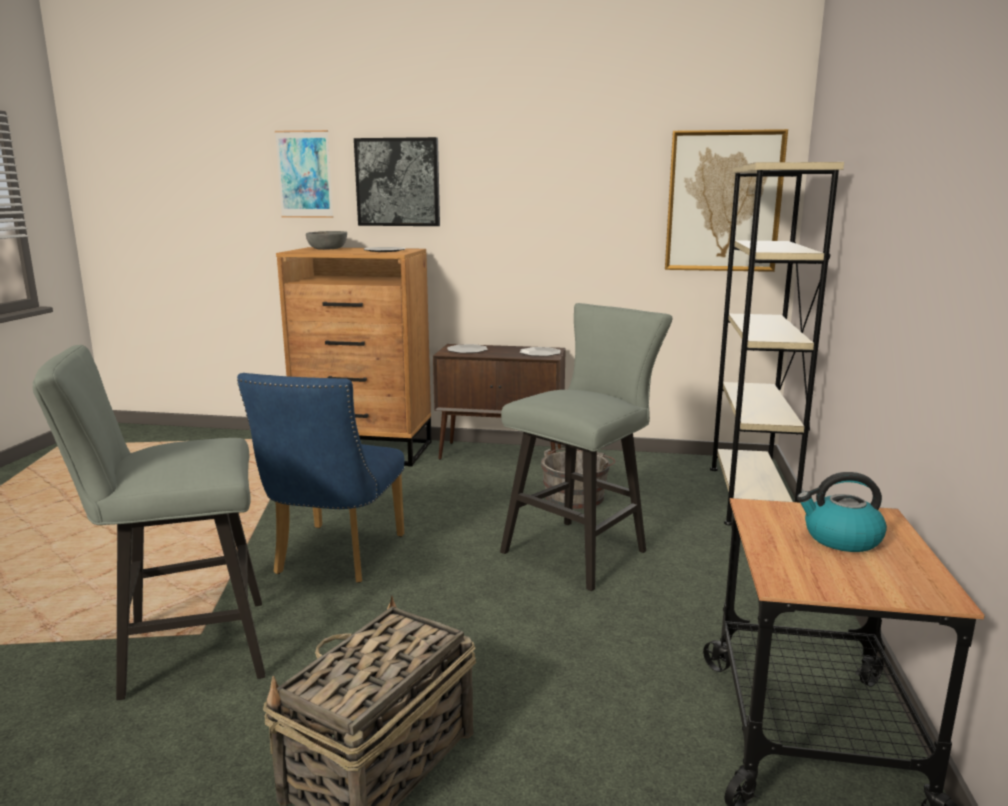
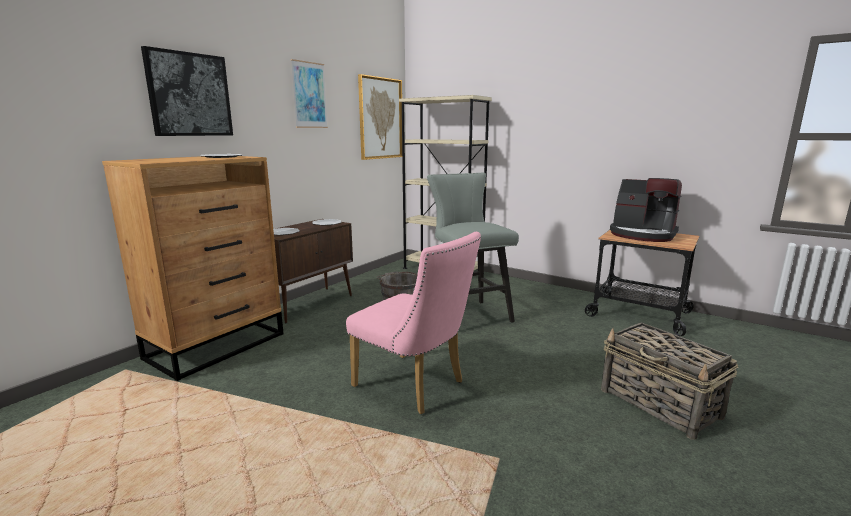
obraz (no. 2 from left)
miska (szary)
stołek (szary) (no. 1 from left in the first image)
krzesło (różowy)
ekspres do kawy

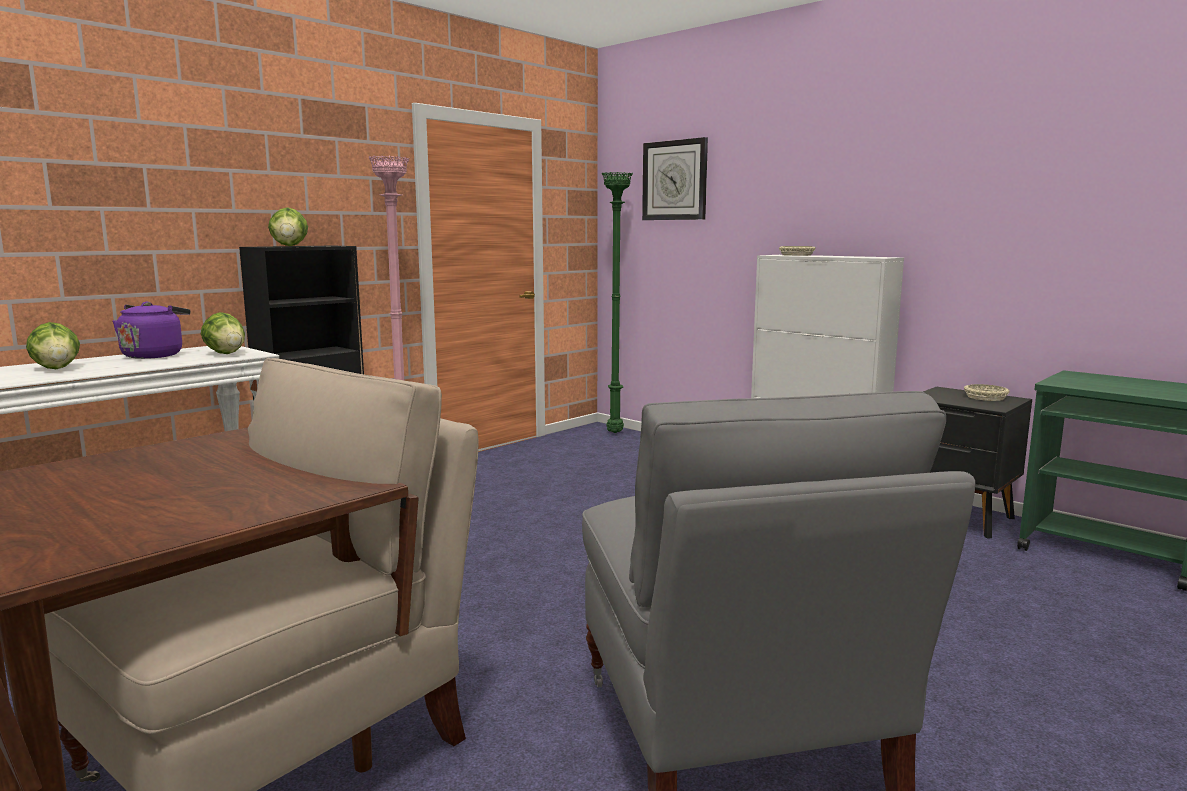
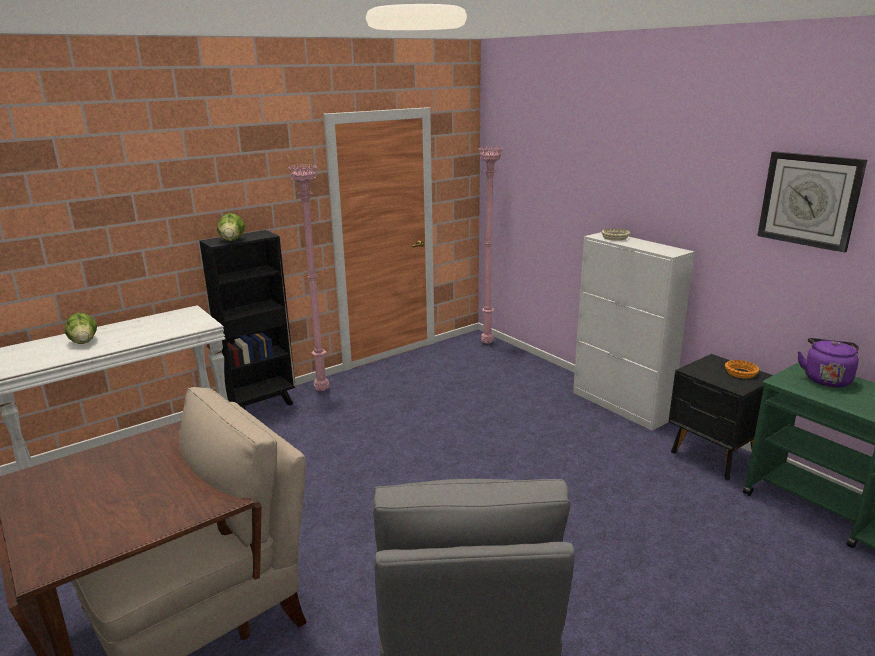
zegar ścienny
lampa stojąca (różowy) (no. 2 from left)
czajnik (fioletowy)
sałata (no. 2 from left in the first image)
miska (pomarańczowy)

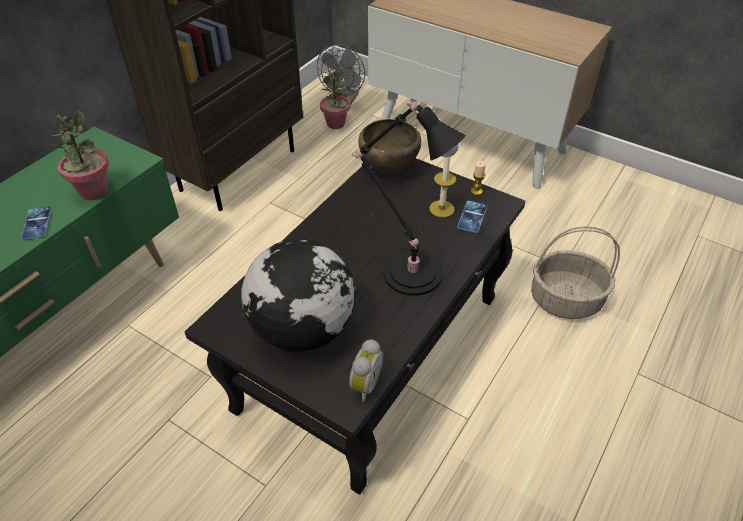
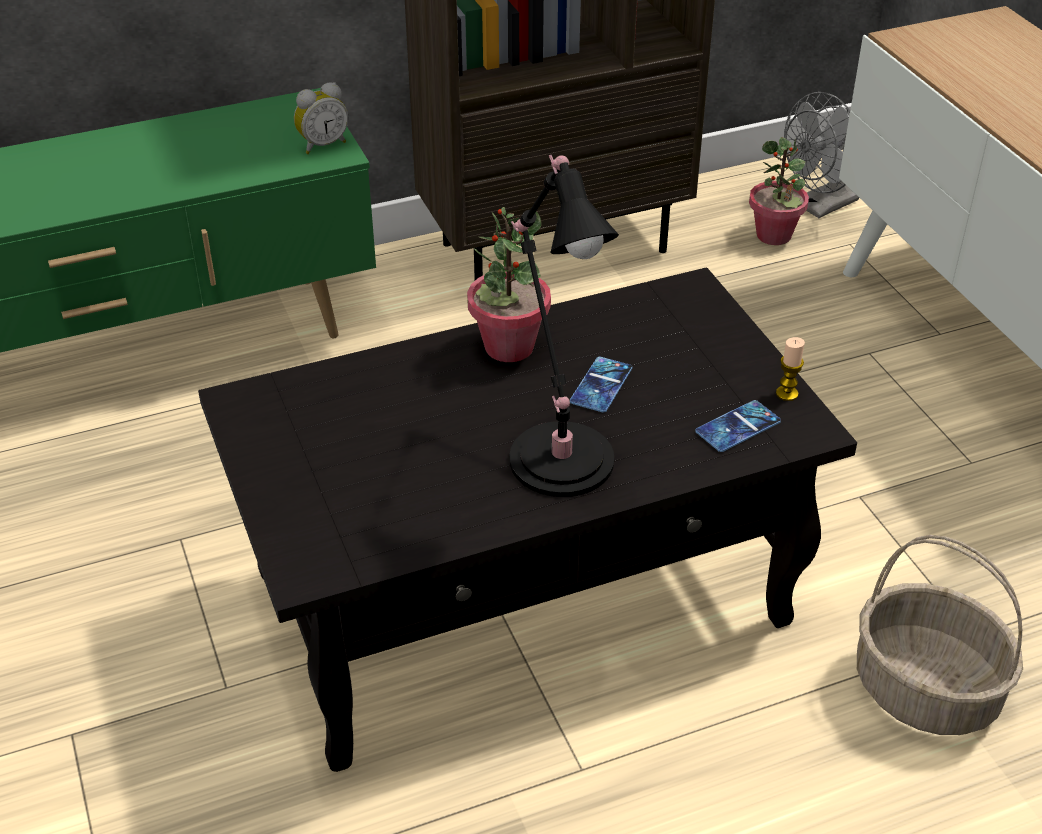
roślina doniczkowa (no. 1 from left)
miska (brązowy)
świeca (no. 1 from left in the first image)
telefon (no. 1 from left)
globus
budzik

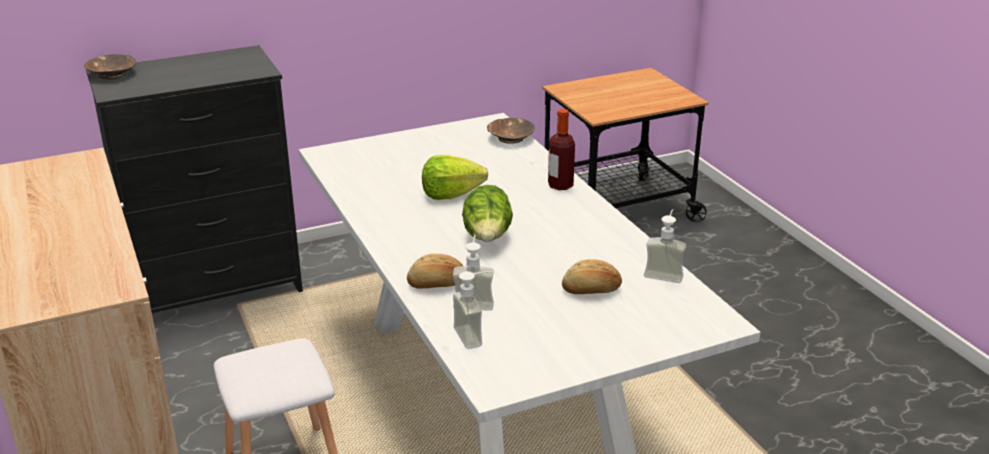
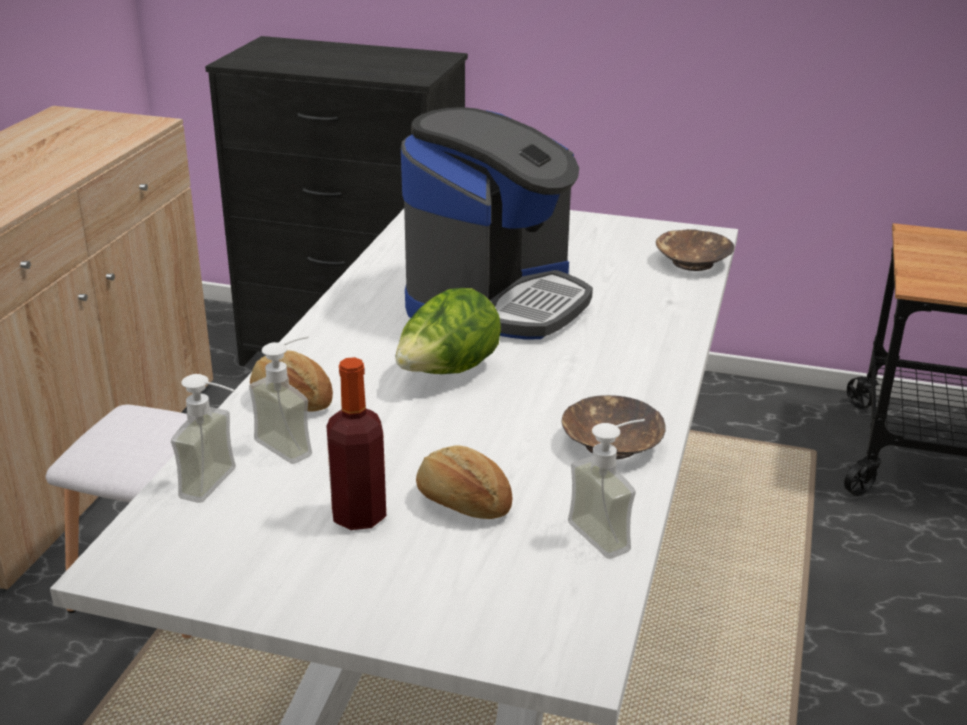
miska (brązowy) (no. 1 from left)
butelka
ekspres do kawy

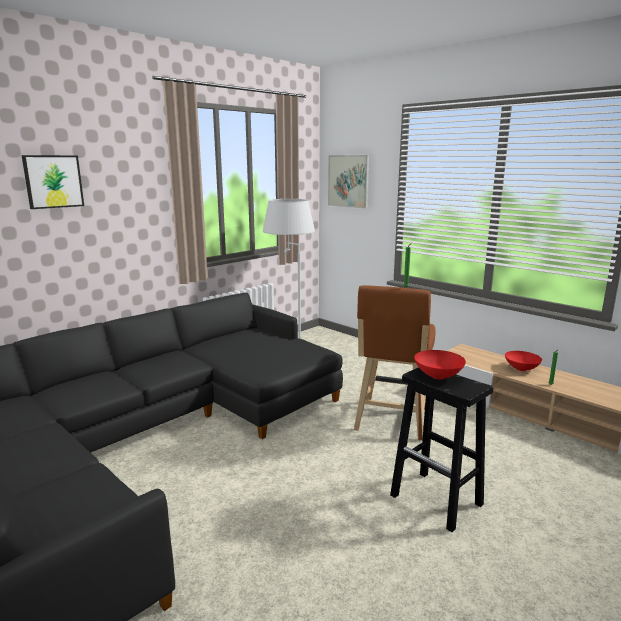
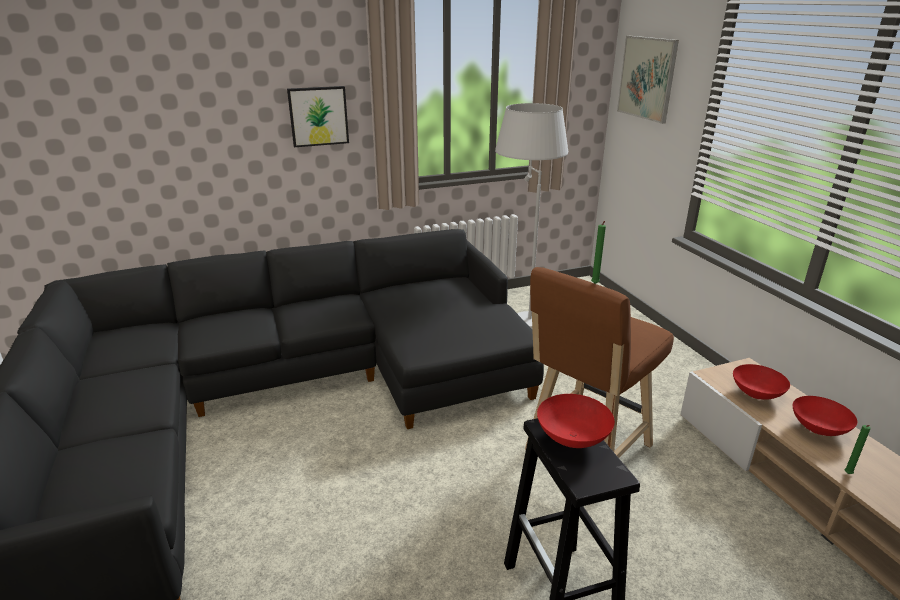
obraz (no. 1 from left)
miska (czerwony) (no. 2 from left)

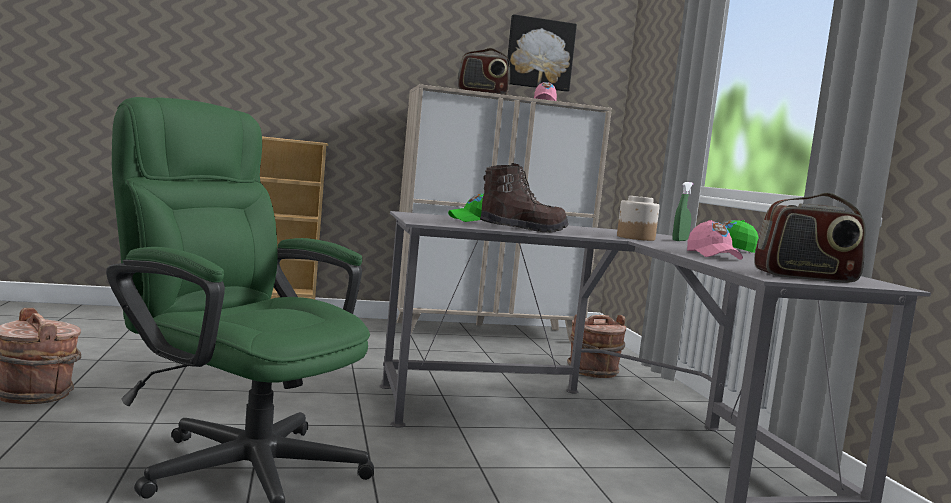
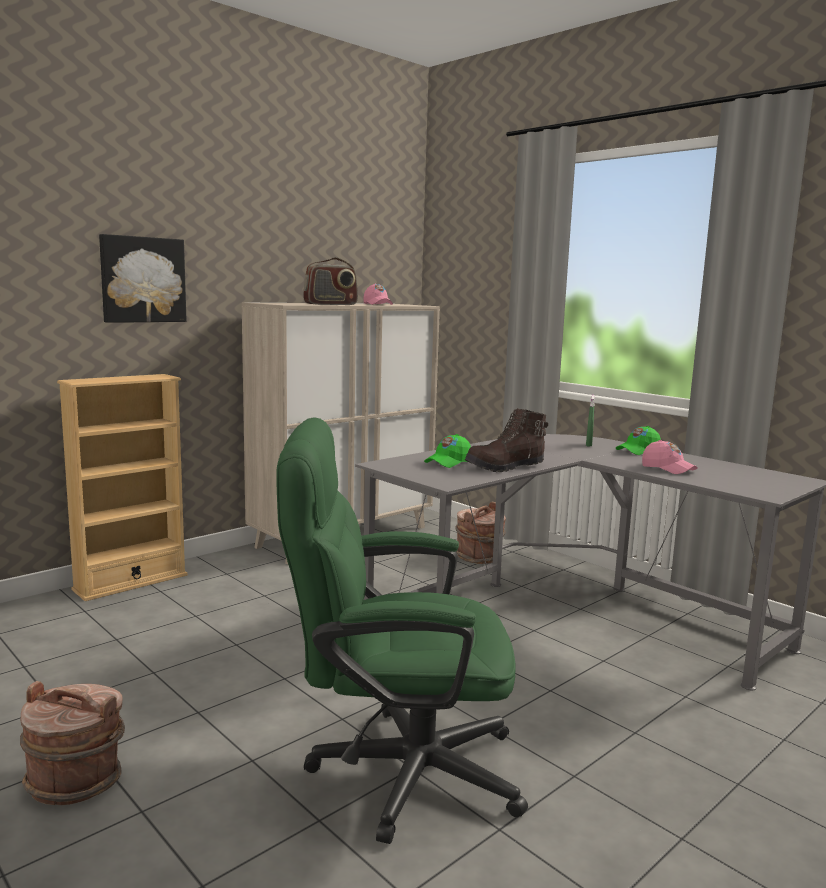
obraz
but z cholewką (brązowy)
radio (no. 2 from left in the first image)
słoik

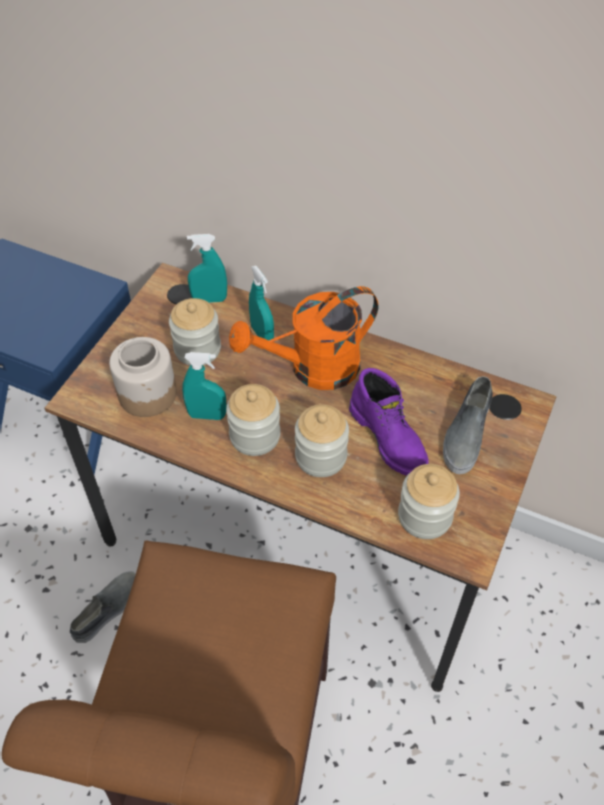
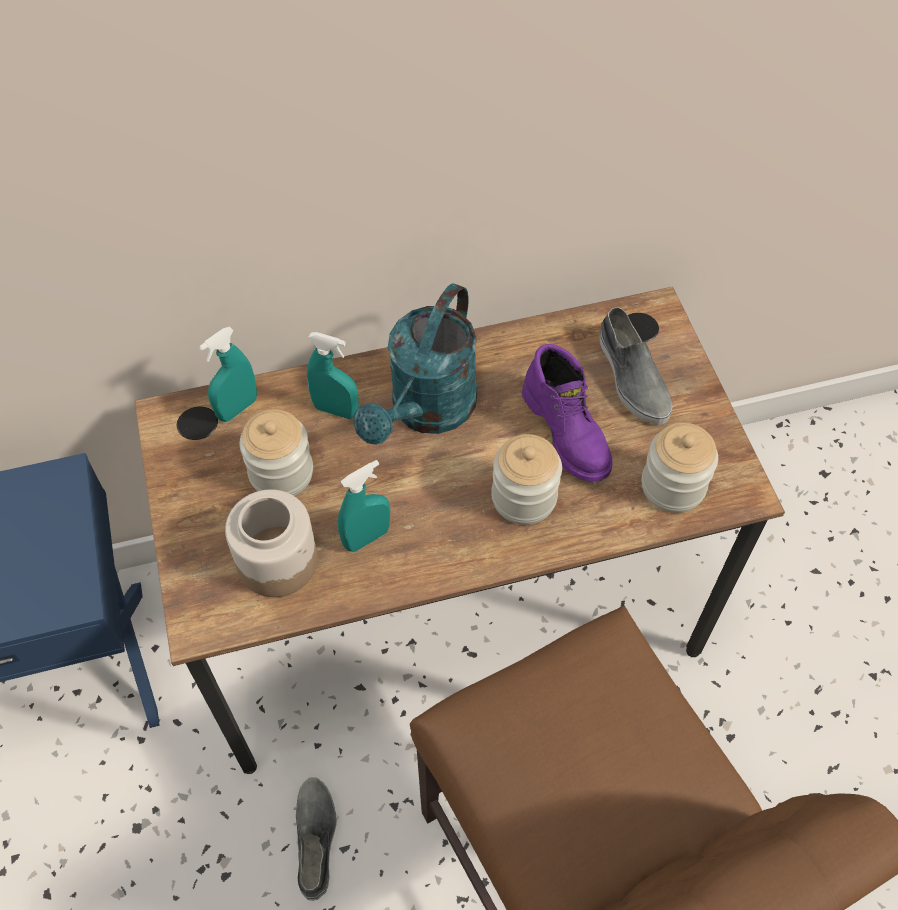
konewka (turkusowy)
but z cholewką (fioletowy)
słoik (no. 3 from left in the first image)

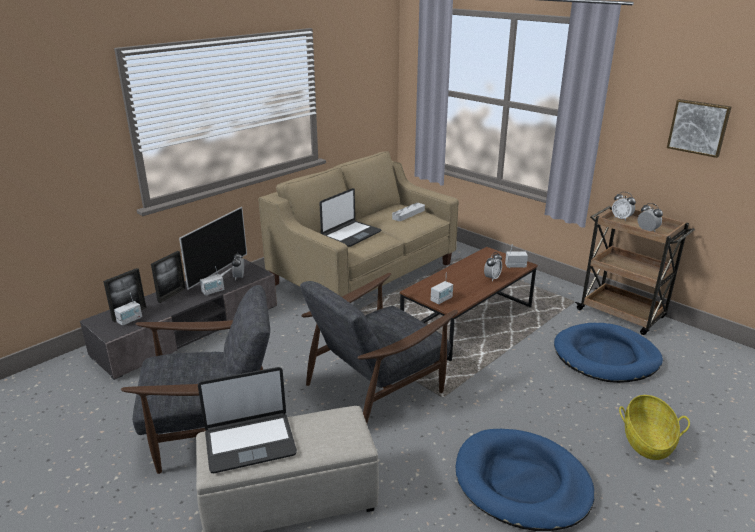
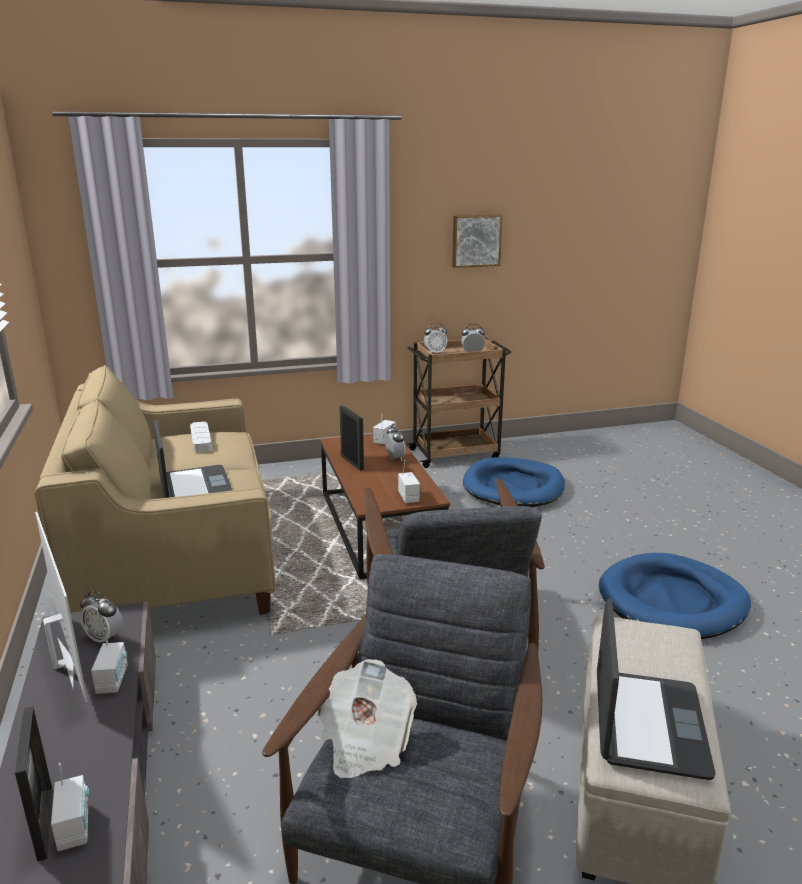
ramka na zdjęcie (no. 2 from left)
koszyk
gazeta

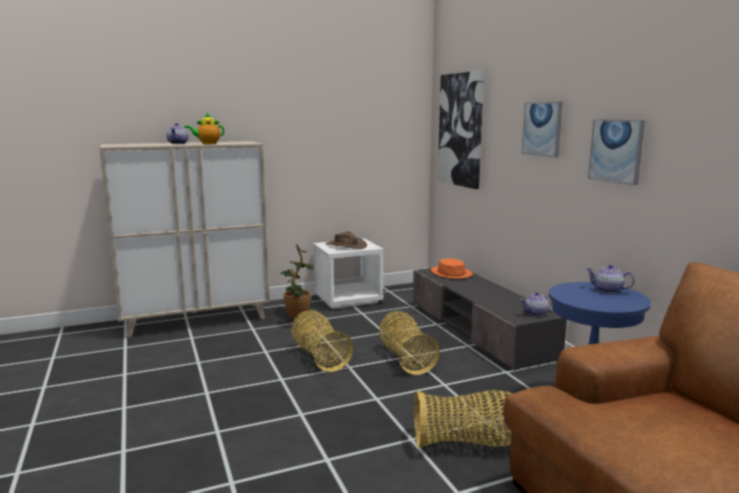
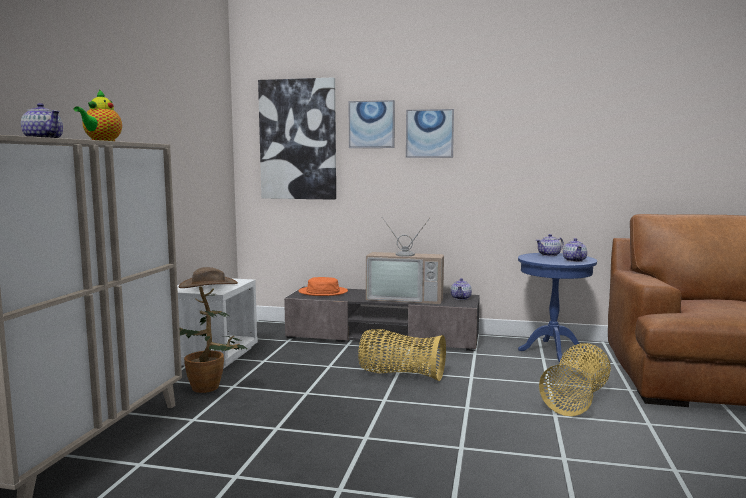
obraz (no. 2 from left)
koszyk (no. 1 from left in the first image)
telewizor
imbryk (no. 5 from left)

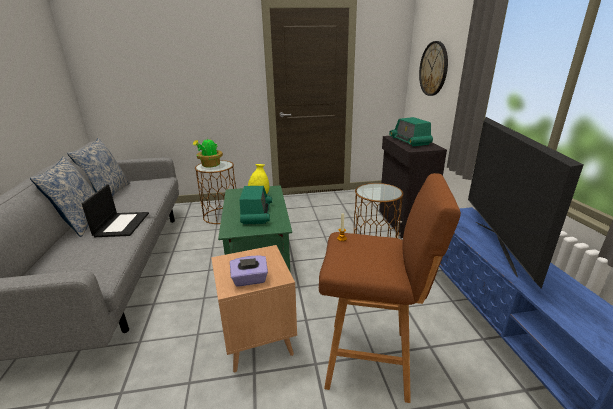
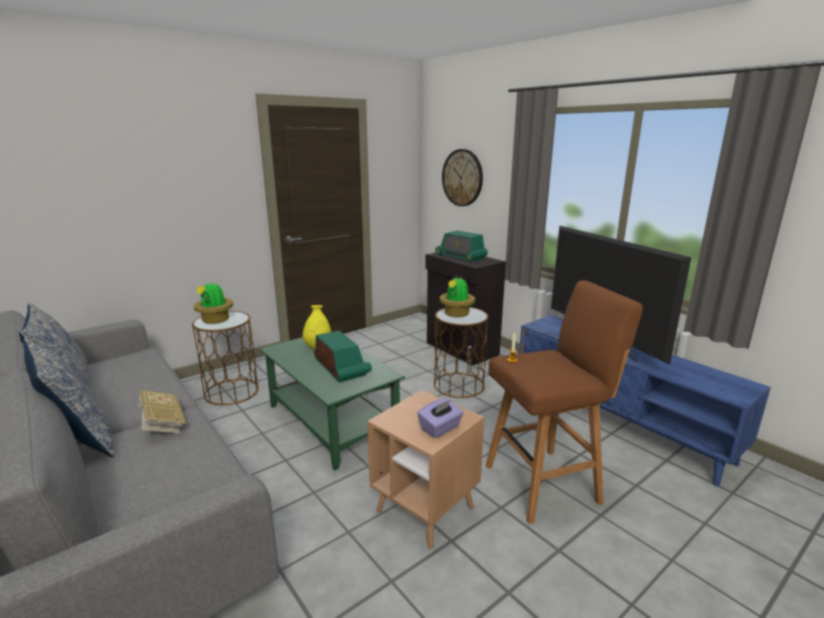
książka
roślina doniczkowa (no. 2 from left)

